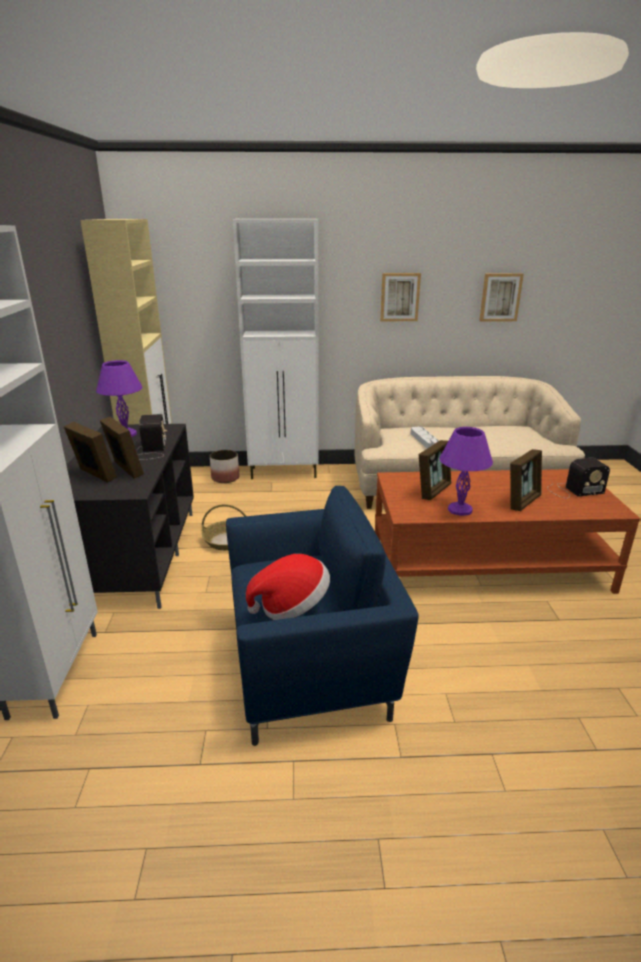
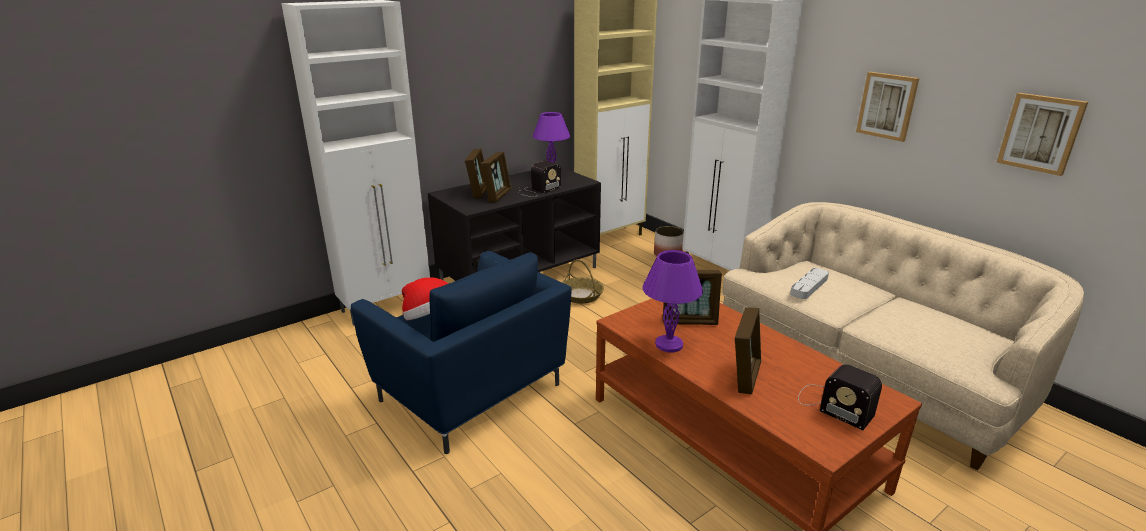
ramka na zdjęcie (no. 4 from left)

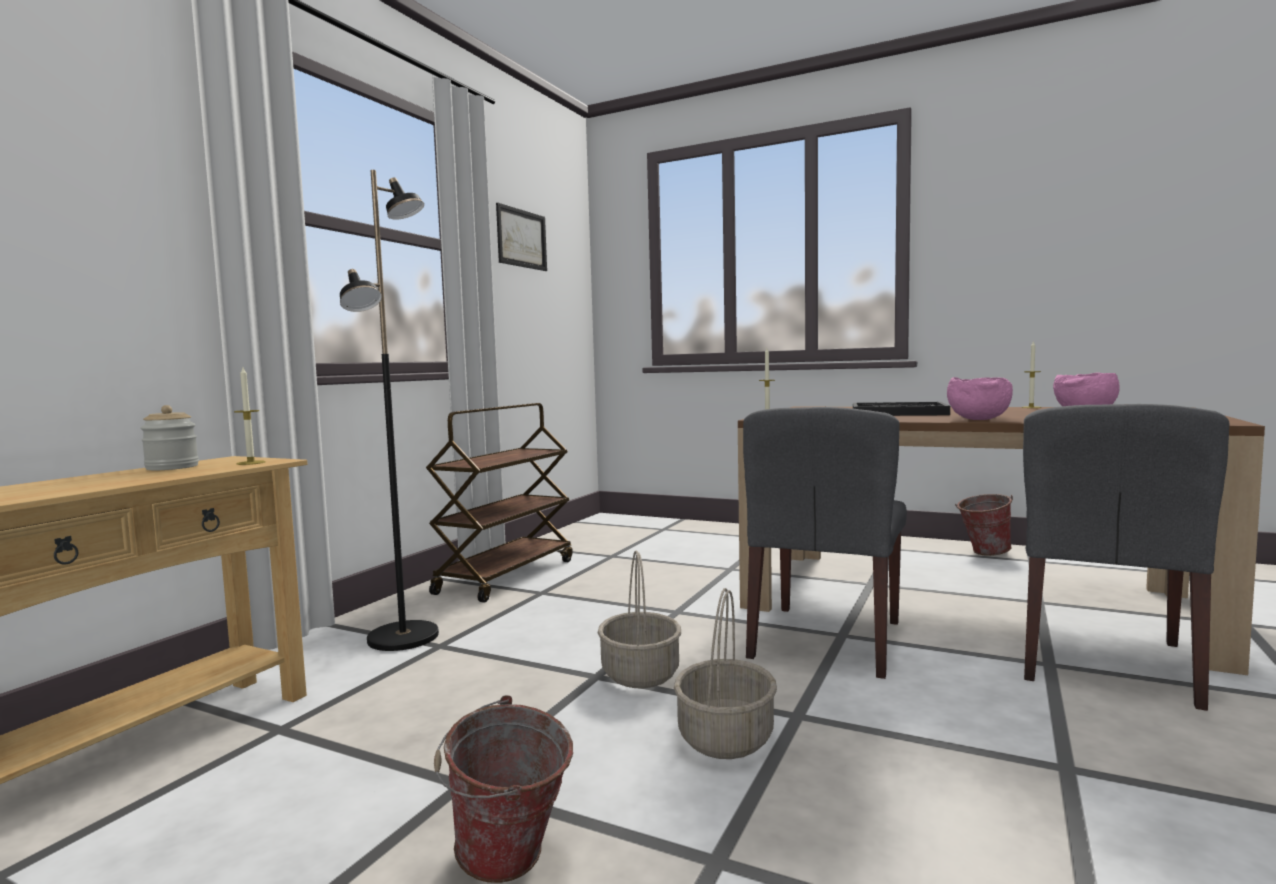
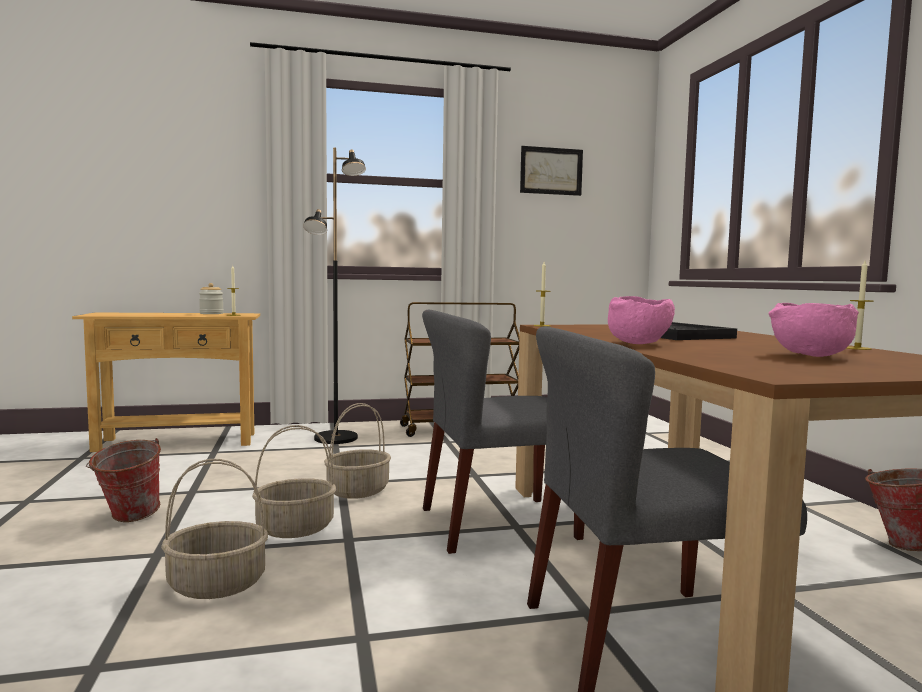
koszyk (no. 1 from left)

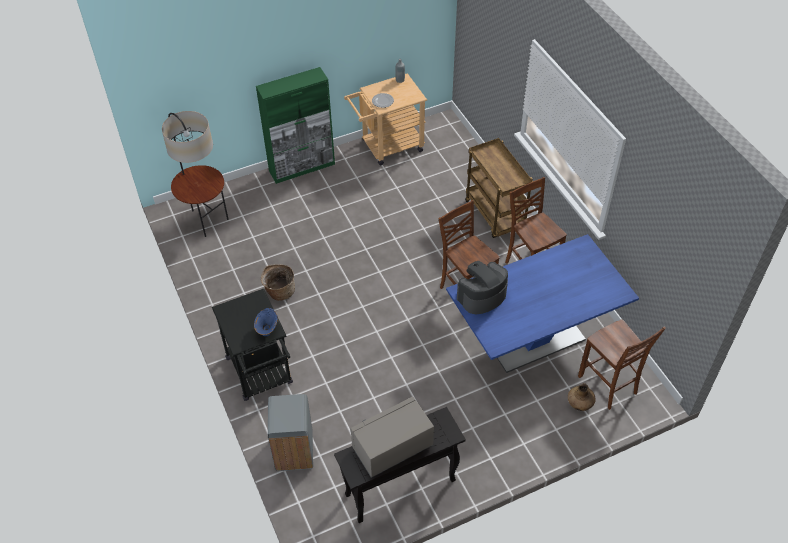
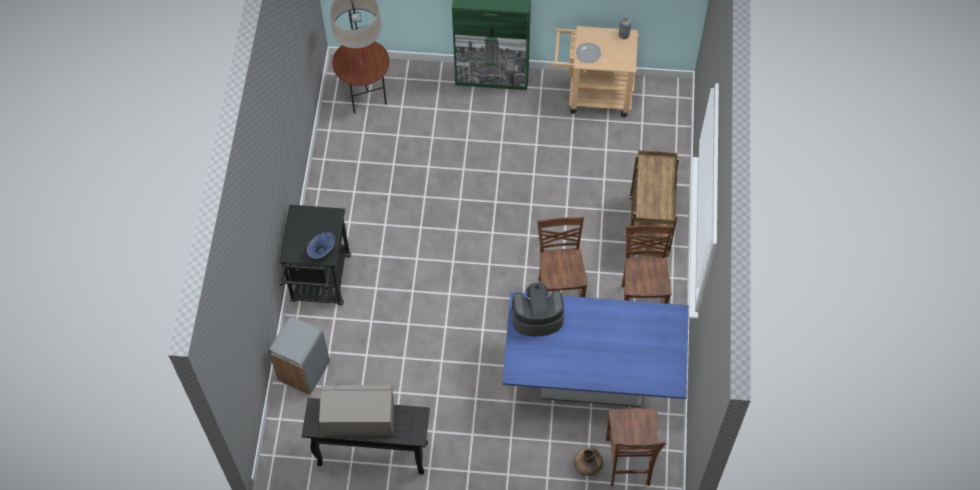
koszyk

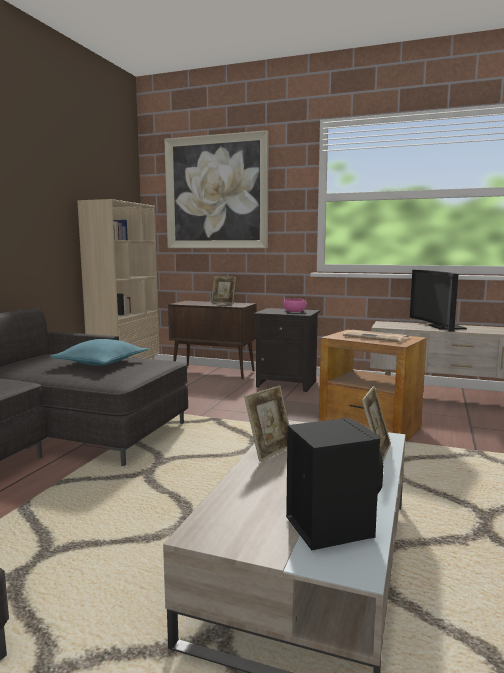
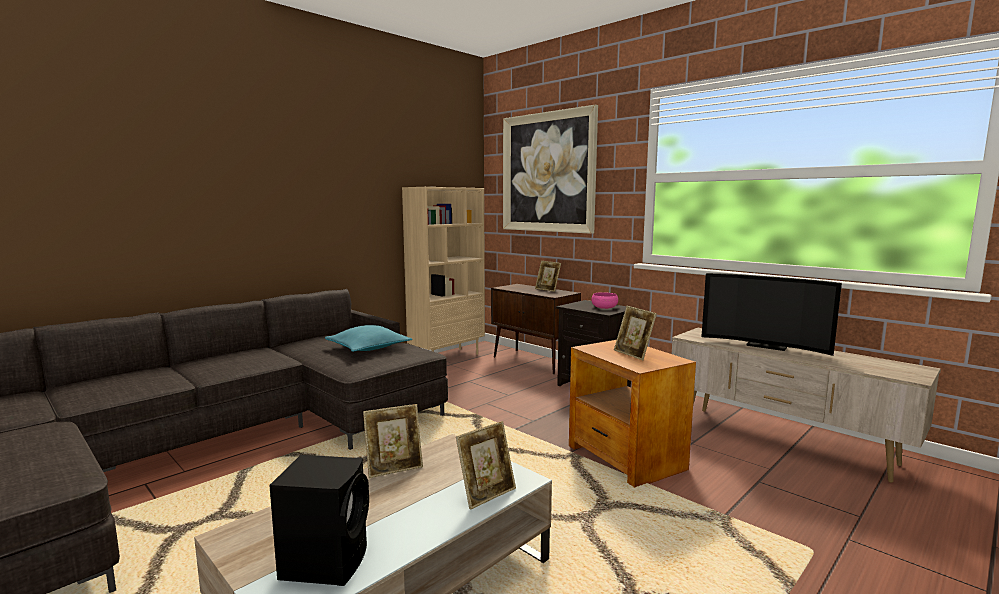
telewizor
ramka na zdjęcie (no. 4 from left)

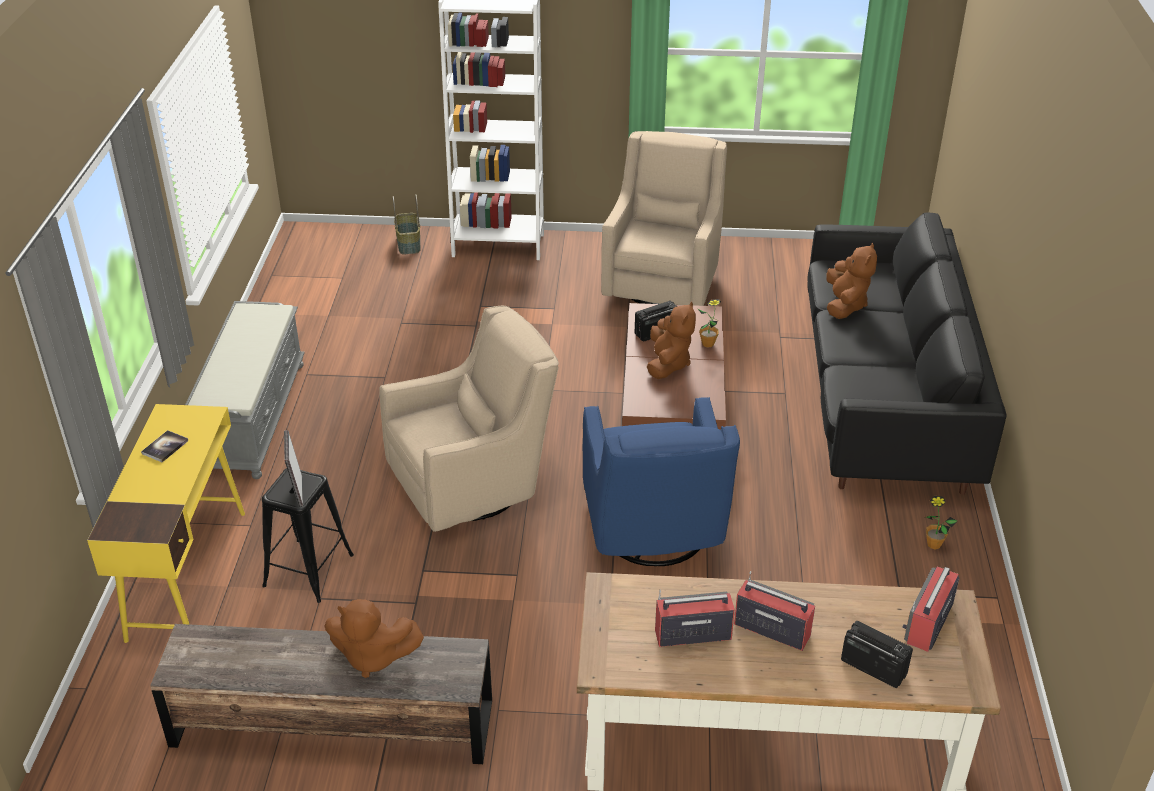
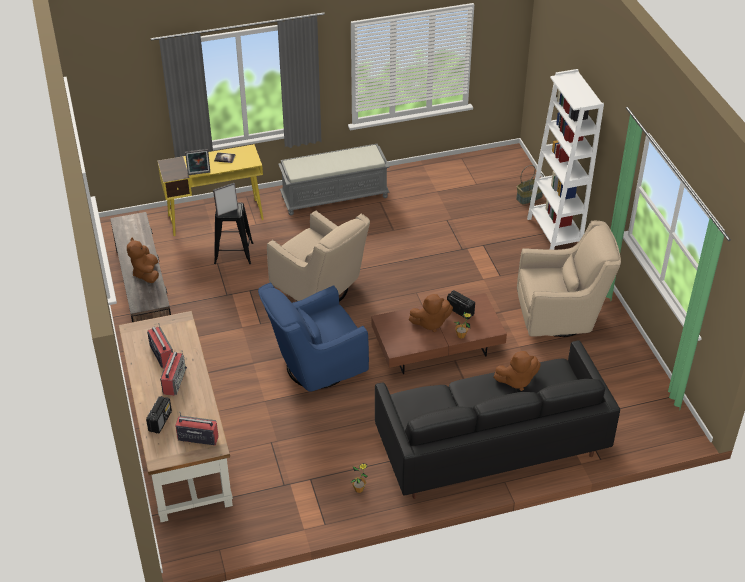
ramka na zdjęcie (no. 1 from left)

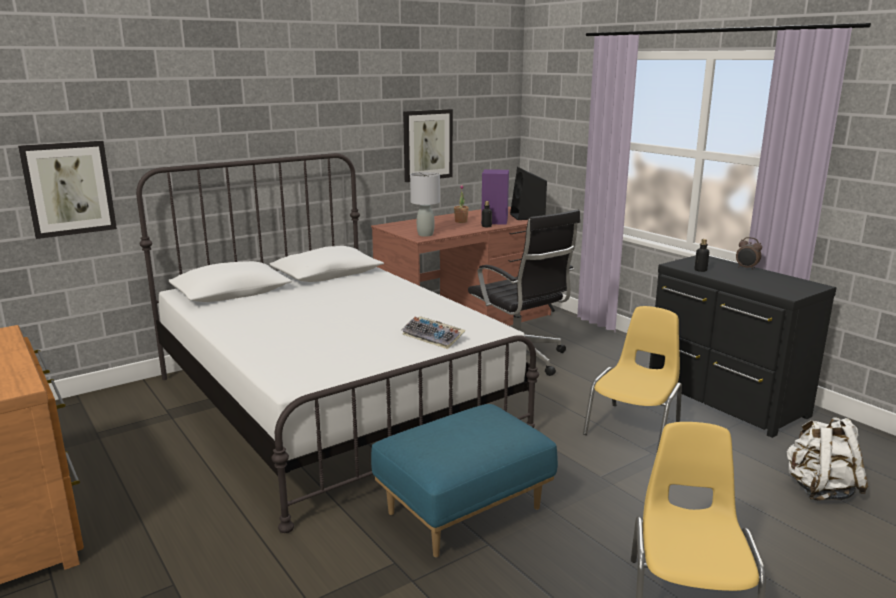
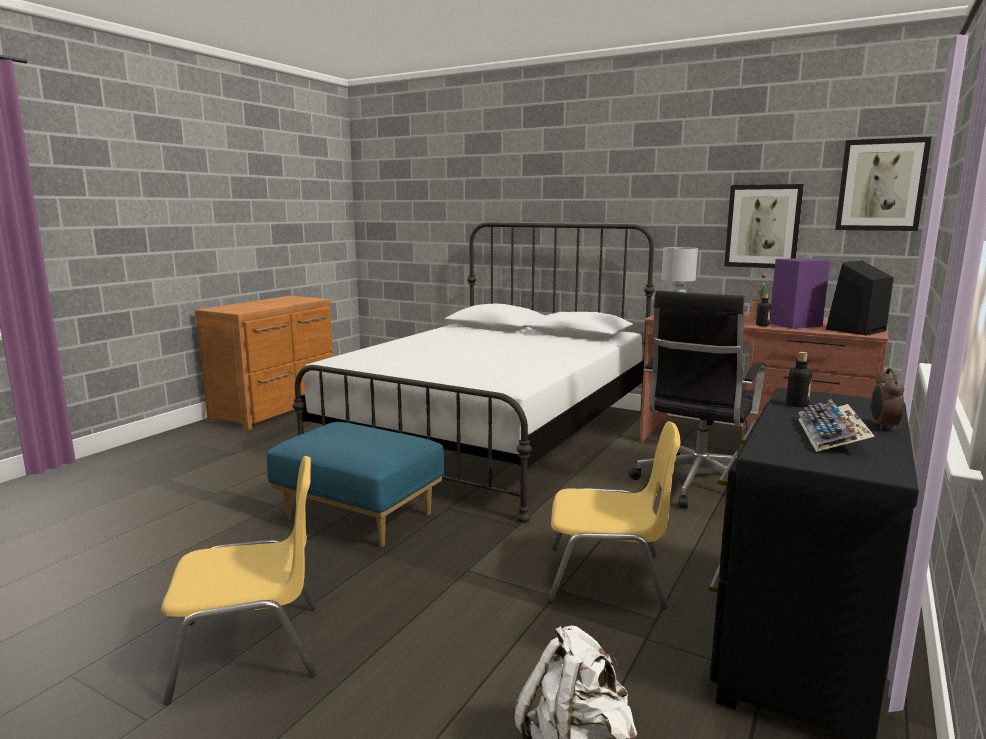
obraz (no. 2 from left)
klawiatura

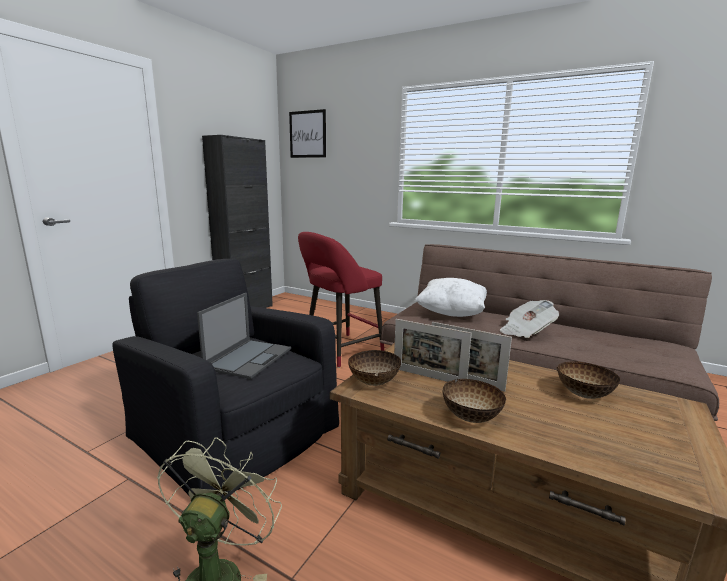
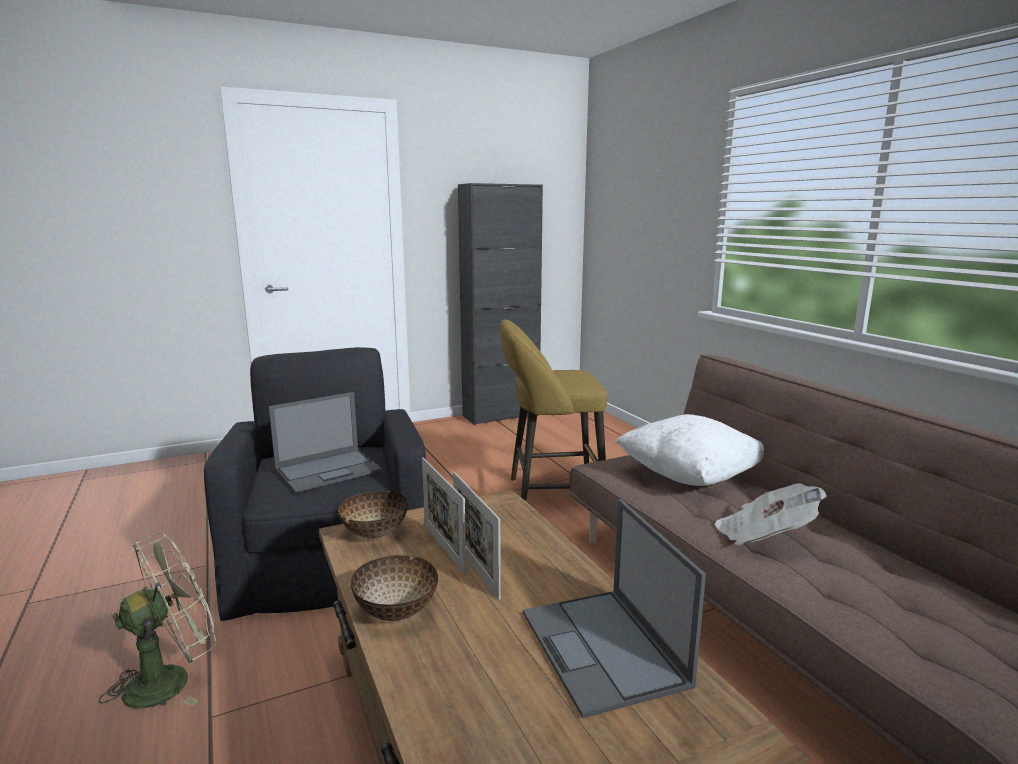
obraz
stołek (żółty)
laptop (no. 2 from left)

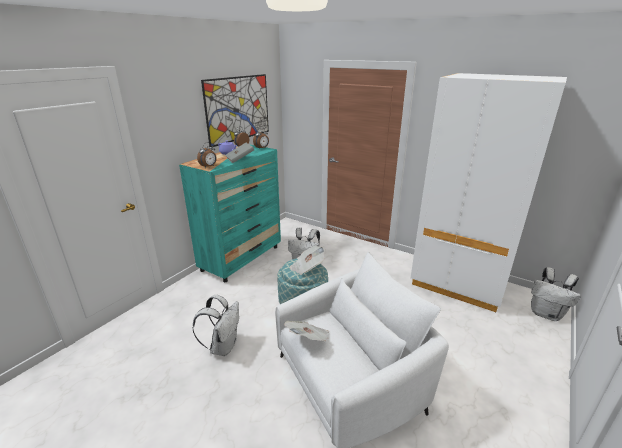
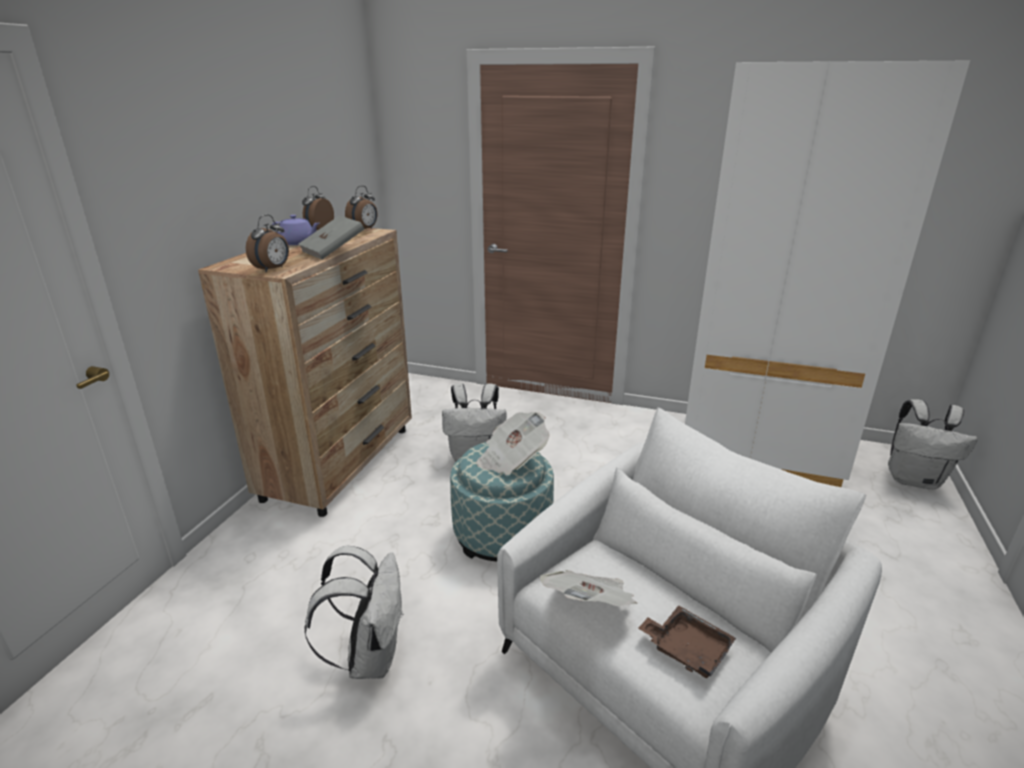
obraz
komoda (brązowy)
taca (brązowy)

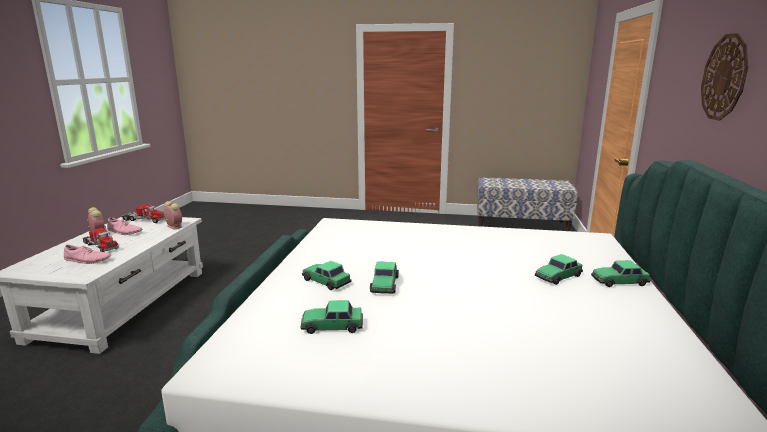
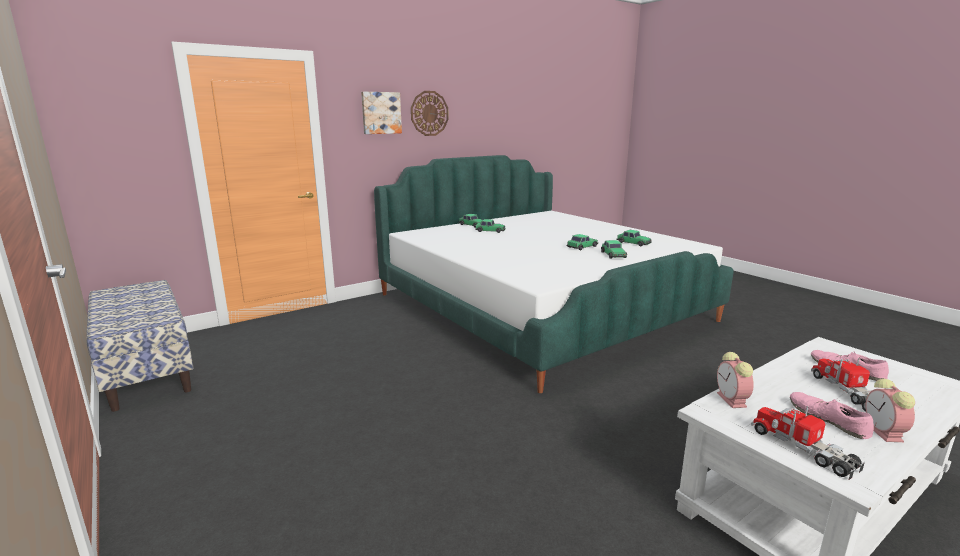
obraz

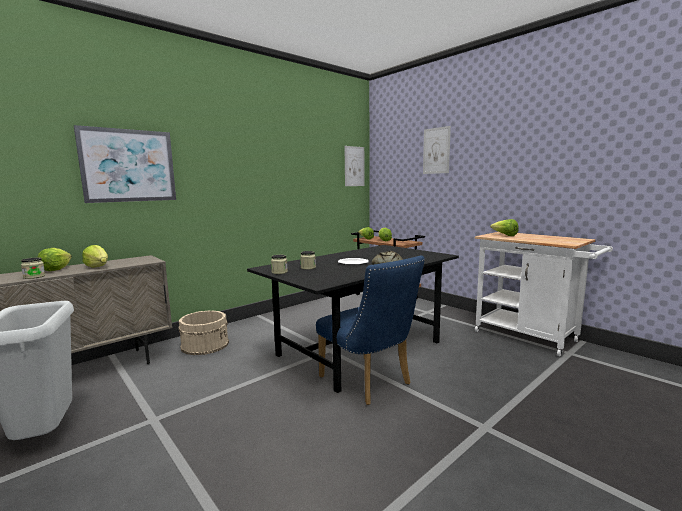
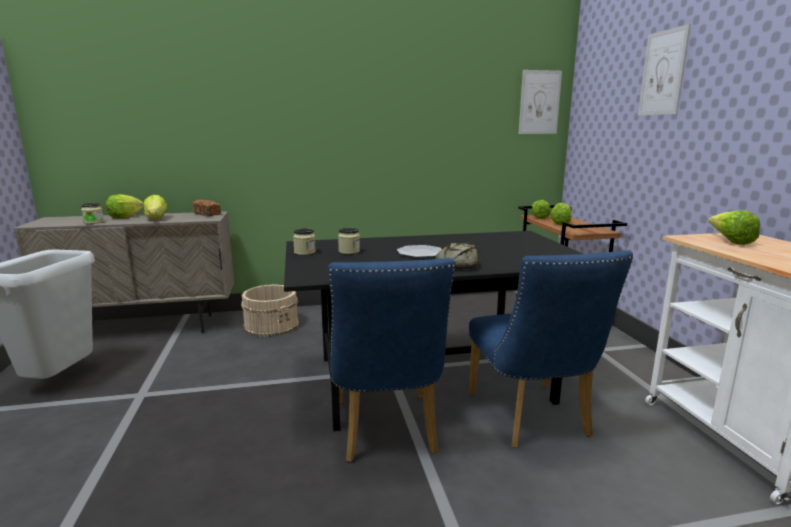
obraz (no. 1 from left in the first image)
chleb (no. 1 from left)
krzesło (niebieski) (no. 2 from left)

